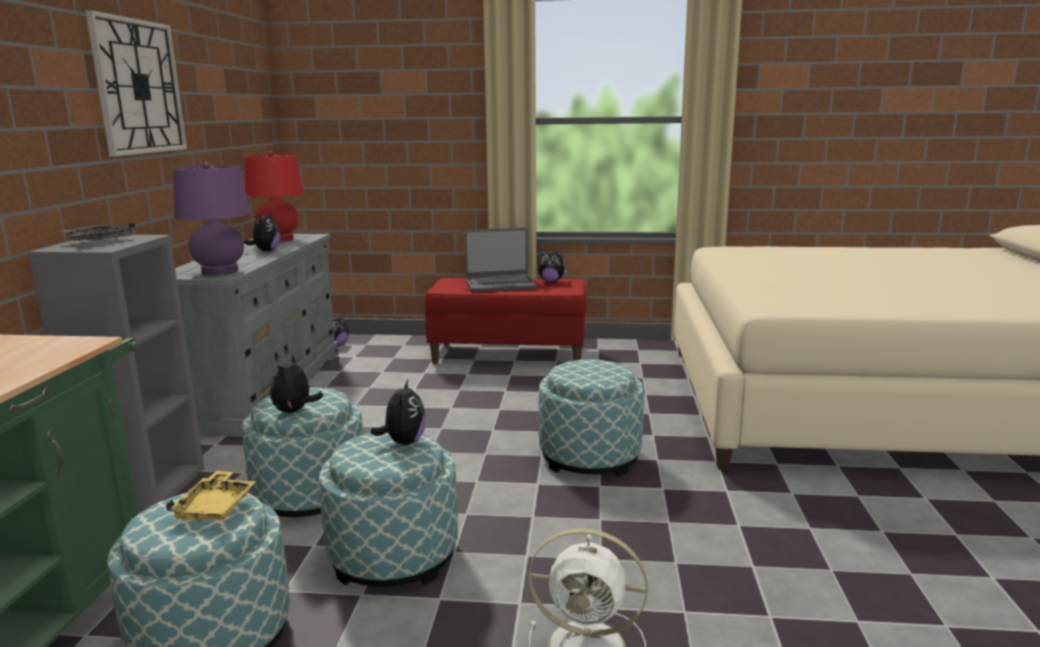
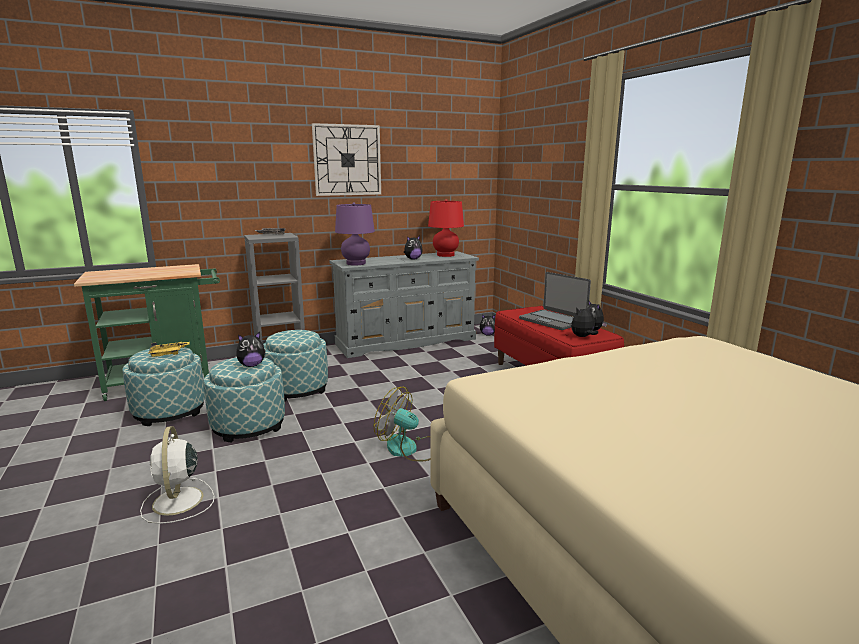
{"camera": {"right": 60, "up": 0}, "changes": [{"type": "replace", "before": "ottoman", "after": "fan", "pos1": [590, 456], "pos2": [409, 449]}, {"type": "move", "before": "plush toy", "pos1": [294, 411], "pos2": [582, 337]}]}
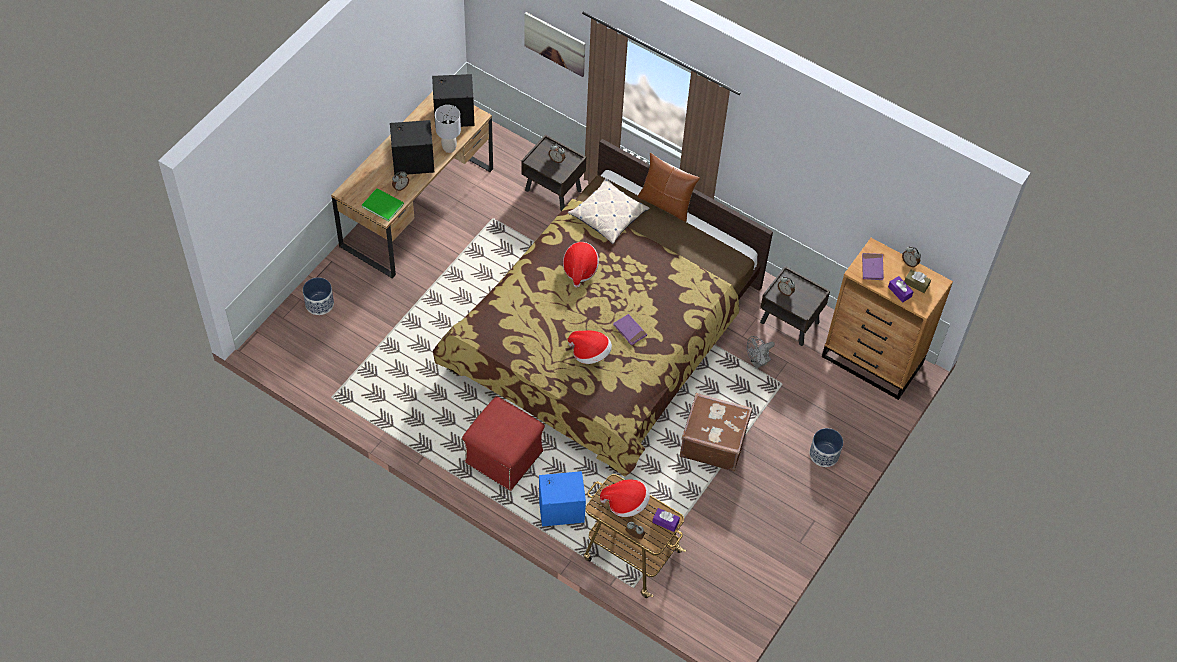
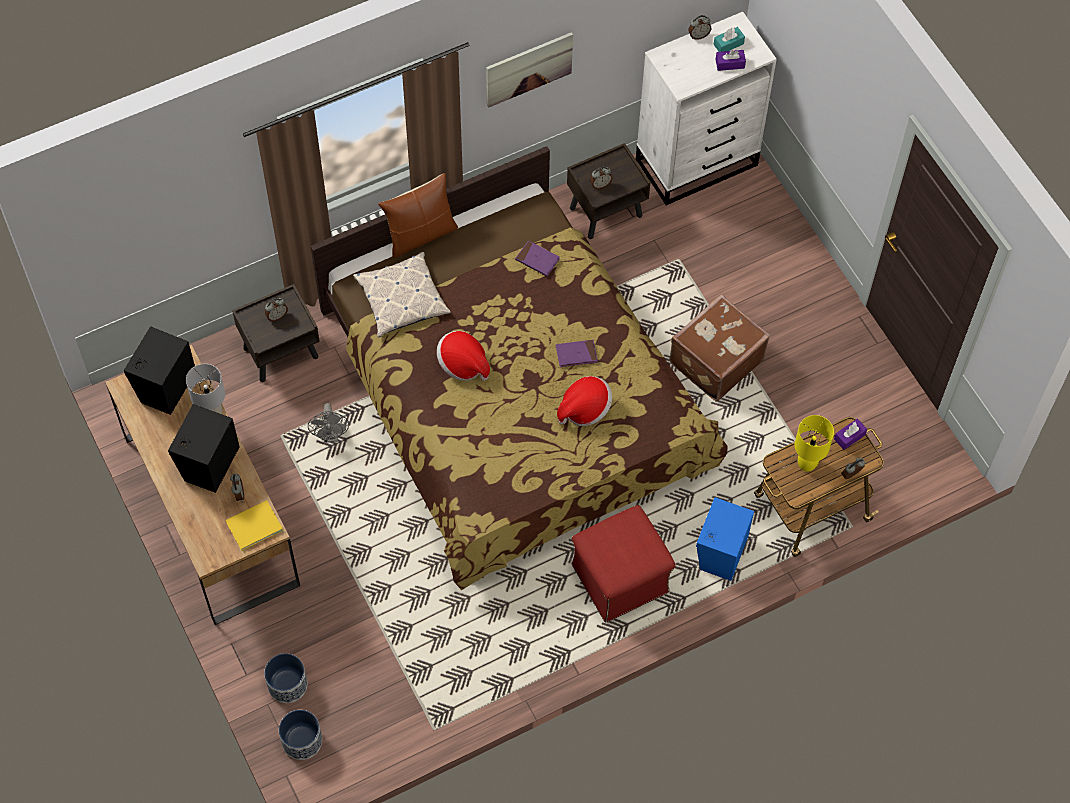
{"camera": {"right": -60, "up": 5}, "changes": [{"type": "recolor", "before": "book (green)", "after": "book (yellow)", "pos1": [382, 204], "pos2": [252, 525]}, {"type": "move", "before": "planter", "pos1": [824, 454], "pos2": [302, 741]}, {"type": "move", "before": "fan (grey)", "pos1": [758, 362], "pos2": [331, 436]}, {"type": "move", "before": "picture", "pos1": [555, 43], "pos2": [528, 69]}, {"type": "move", "before": "book (purple)", "pos1": [872, 267], "pos2": [537, 260]}, {"type": "recolor", "before": "dresser (brown)", "after": "dresser (white)", "pos1": [873, 361], "pos2": [698, 162]}, {"type": "recolor", "before": "tissue box (brown)", "after": "tissue box (turquoise)", "pos1": [916, 284], "pos2": [728, 44]}, {"type": "replace", "before": "hat", "after": "table lamp (yellow)", "pos1": [626, 503], "pos2": [806, 464]}]}
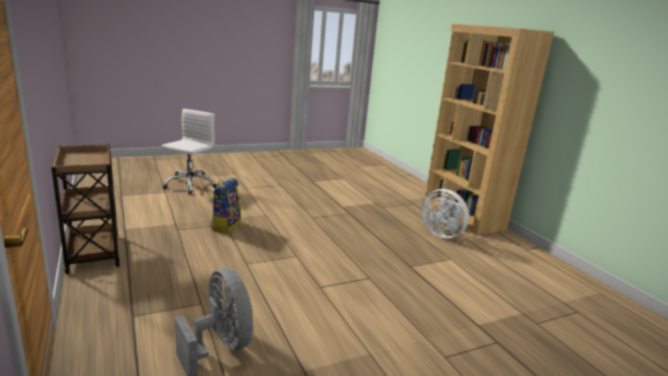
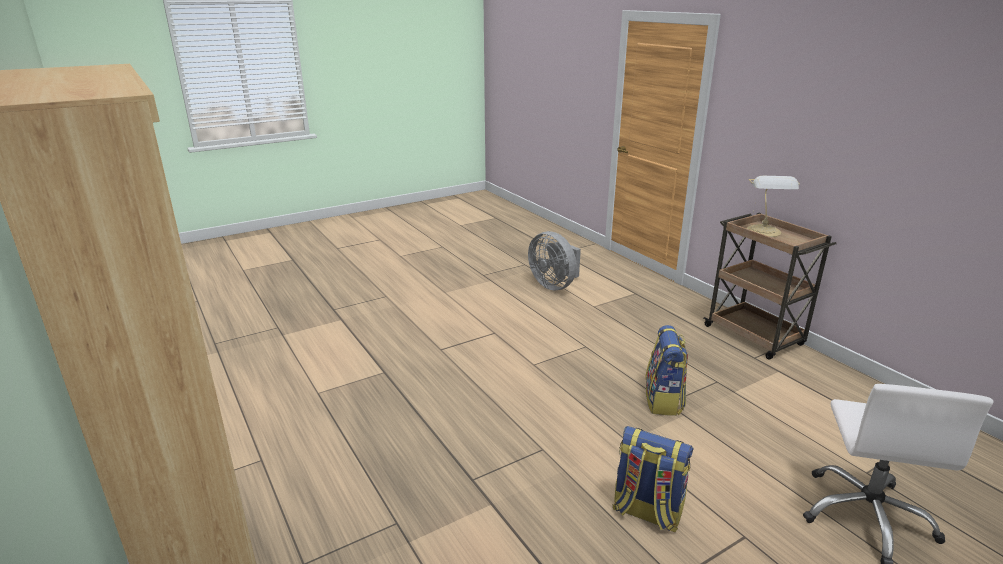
{"camera": {"right": 175, "up": 5}, "changes": [{"type": "insert", "after": "backpack", "pos2": [646, 512]}, {"type": "insert", "after": "table lamp", "pos2": [764, 232]}, {"type": "delete", "before": "fan (white)", "pos1": [442, 234]}]}
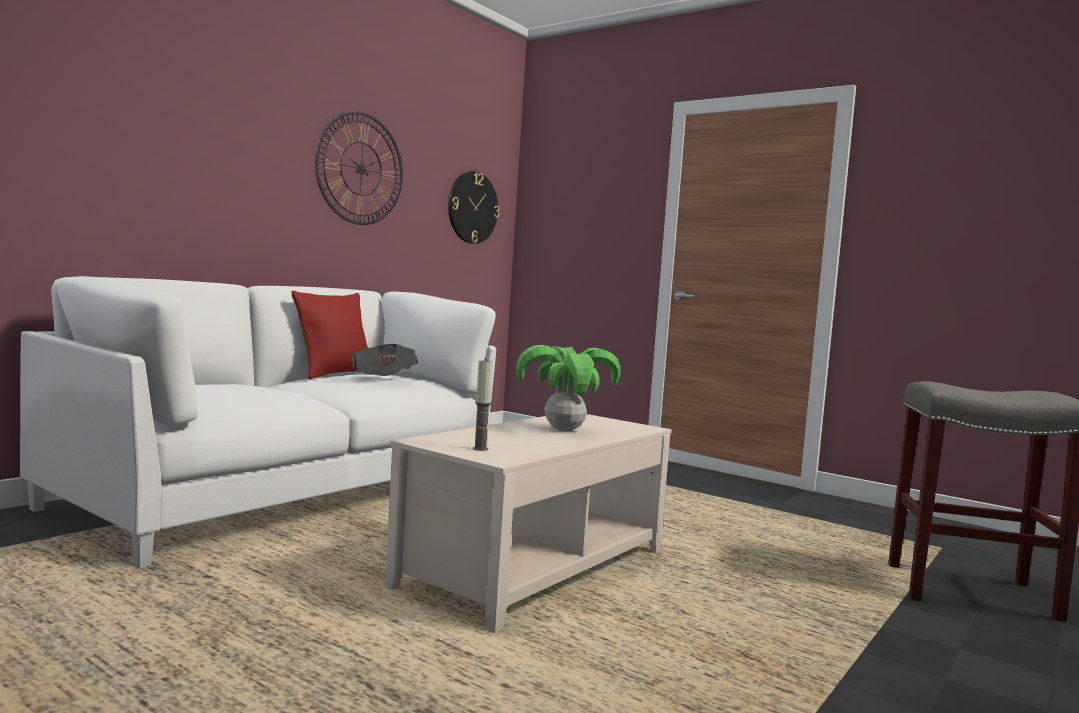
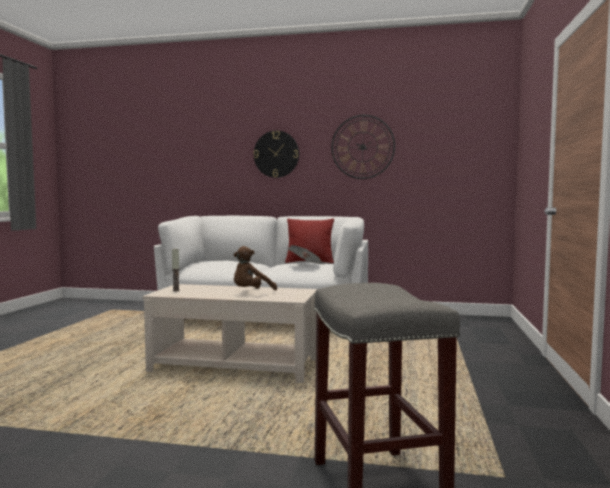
{"camera": {"right": 65, "up": 0}, "changes": [{"type": "replace", "before": "potted plant", "after": "plush toy (brown)", "pos1": [564, 429], "pos2": [251, 292]}, {"type": "move", "before": "wall clock", "pos1": [472, 207], "pos2": [276, 154]}]}
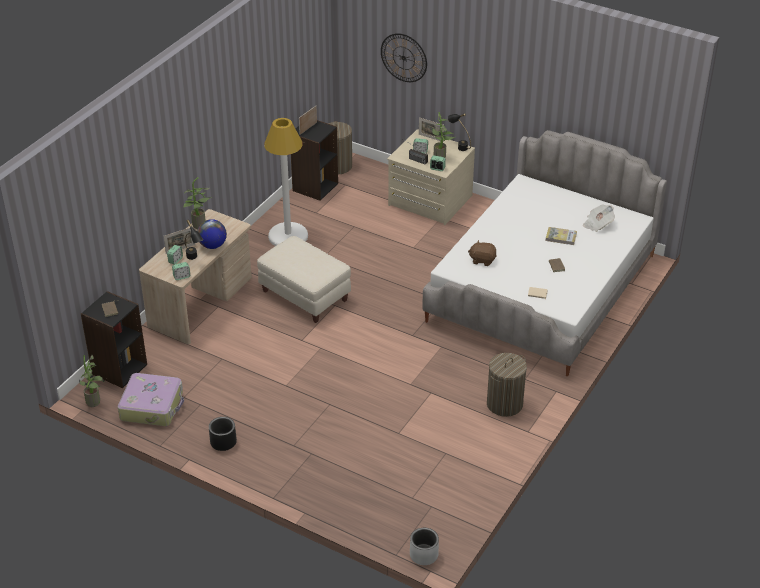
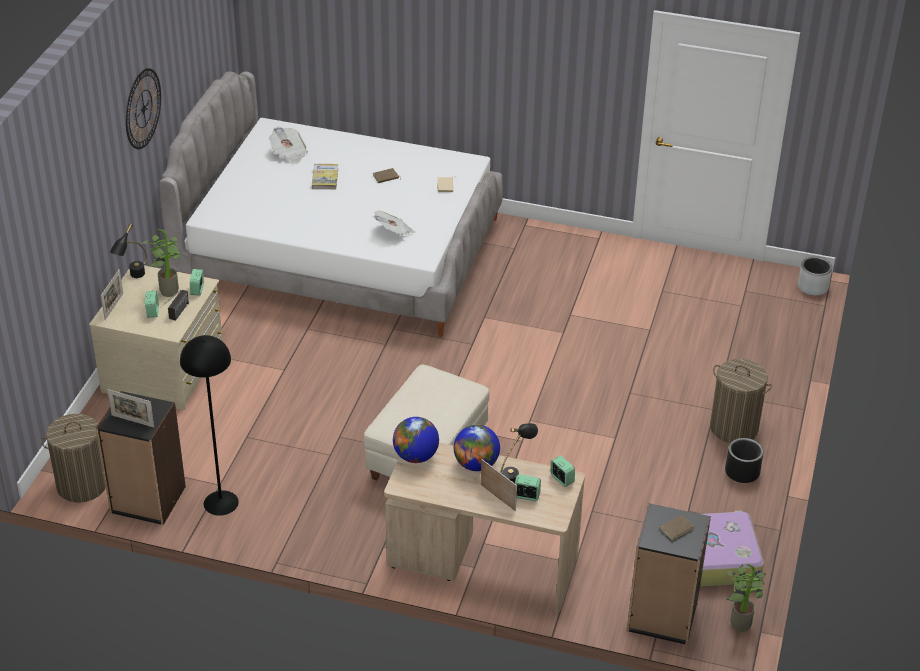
{"camera": {"right": -105, "up": 0}, "changes": [{"type": "move", "before": "wall clock", "pos1": [403, 58], "pos2": [143, 108]}, {"type": "insert", "after": "floor lamp (black)", "pos2": [220, 503]}, {"type": "replace", "before": "plush toy (brown)", "after": "newspaper", "pos1": [482, 260], "pos2": [394, 232]}, {"type": "insert", "after": "globe", "pos2": [416, 456]}, {"type": "move", "before": "laundry basket", "pos1": [504, 404], "pos2": [734, 428]}, {"type": "delete", "before": "potted plant", "pos1": [198, 226]}, {"type": "delete", "before": "floor lamp (white)", "pos1": [288, 236]}]}
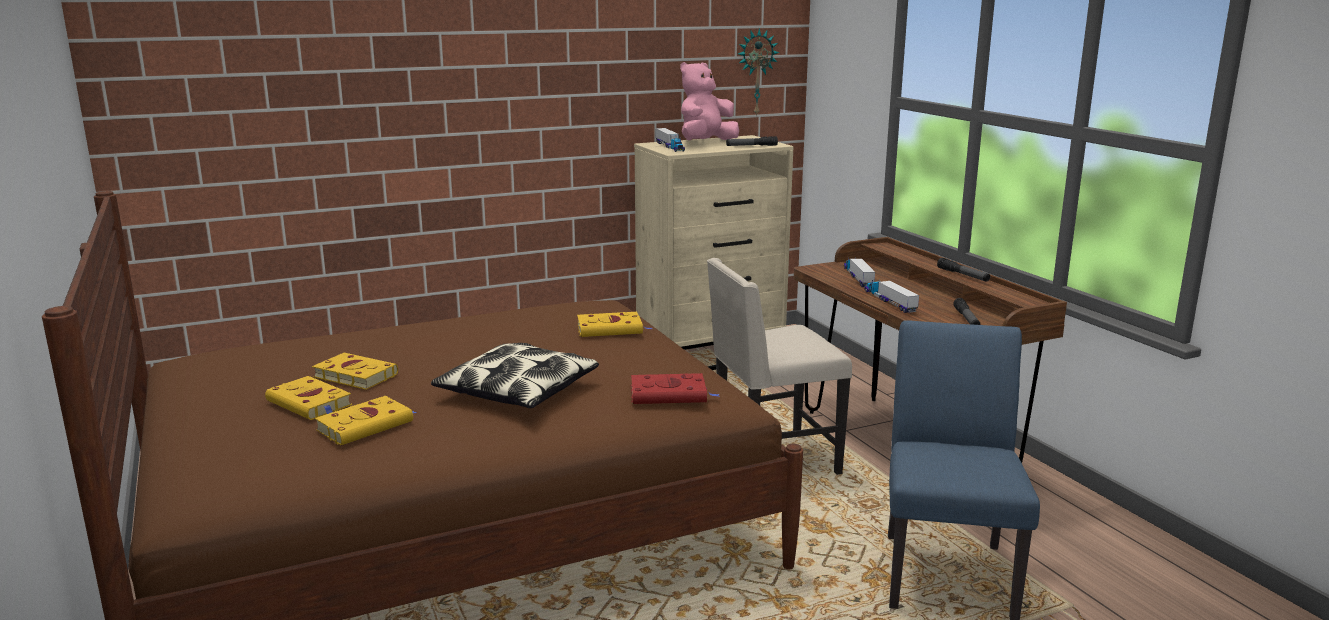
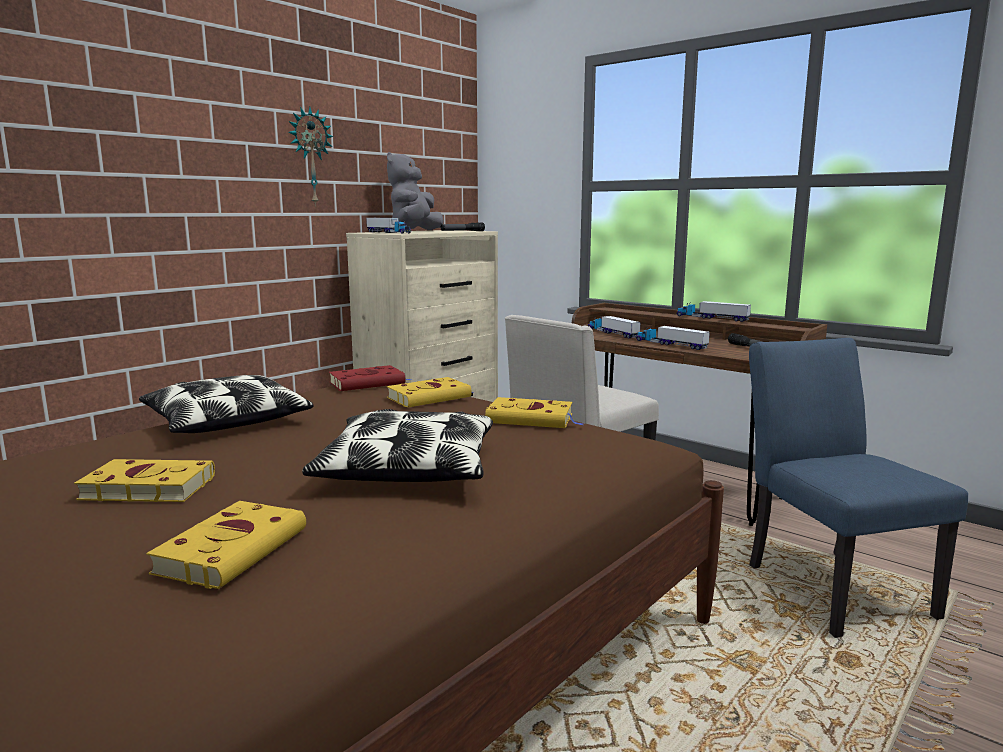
{"camera": {"right": -25, "up": -5}, "changes": [{"type": "insert", "after": "pillow", "pos2": [226, 422]}, {"type": "move", "before": "wall clock", "pos1": [755, 72], "pos2": [310, 156]}, {"type": "move", "before": "book (red)", "pos1": [670, 394], "pos2": [369, 383]}, {"type": "recolor", "before": "plush toy (pink)", "after": "plush toy (grey)", "pos1": [705, 142], "pos2": [415, 231]}, {"type": "move", "before": "book (yellow)", "pos1": [311, 404], "pos2": [532, 419]}, {"type": "replace", "before": "flashlight", "after": "toy truck", "pos1": [963, 275], "pos2": [712, 318]}]}
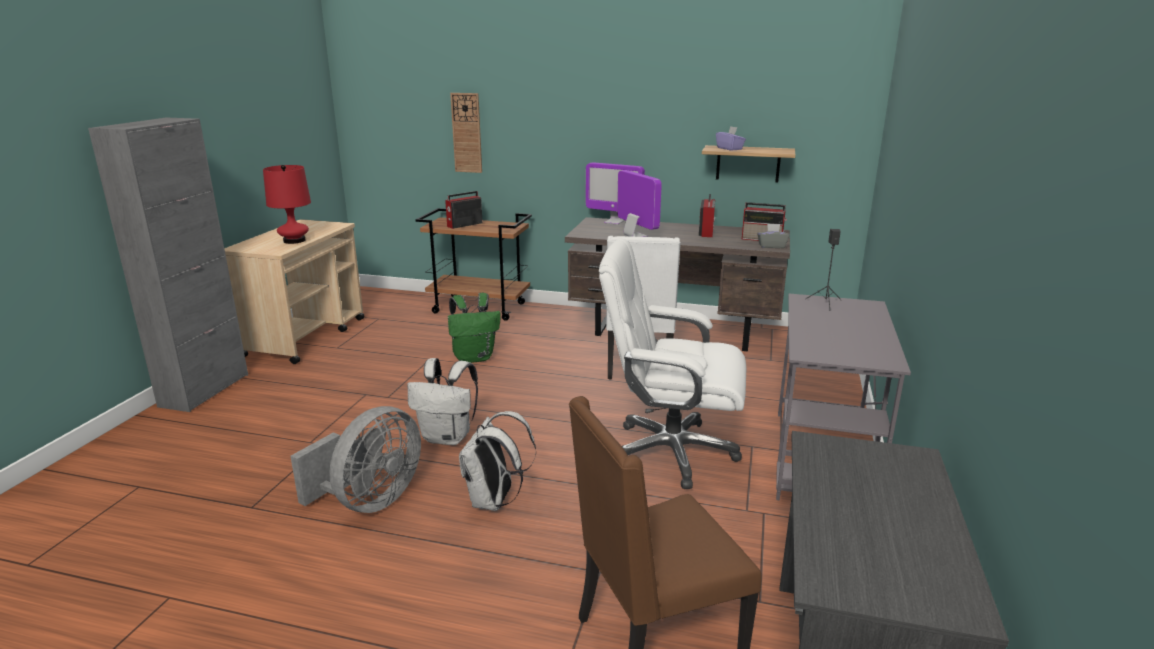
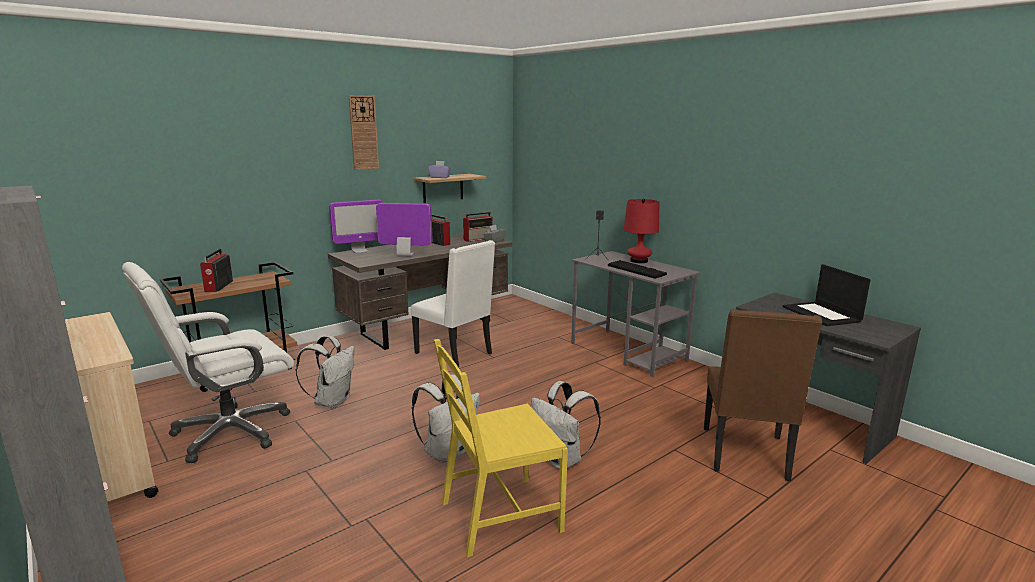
{"camera": {"right": -55, "up": -5}, "changes": [{"type": "move", "before": "office chair (white)", "pos1": [670, 452], "pos2": [230, 432]}, {"type": "recolor", "before": "backpack (green)", "after": "backpack (white)", "pos1": [474, 357], "pos2": [332, 401]}, {"type": "move", "before": "wall clock", "pos1": [467, 133], "pos2": [363, 132]}, {"type": "replace", "before": "fan (grey)", "after": "chair (yellow)", "pos1": [370, 501], "pos2": [499, 516]}, {"type": "insert", "after": "keyboard", "pos2": [637, 270]}, {"type": "move", "before": "table lamp (red)", "pos1": [294, 240], "pos2": [639, 261]}, {"type": "insert", "after": "laptop", "pos2": [822, 314]}]}
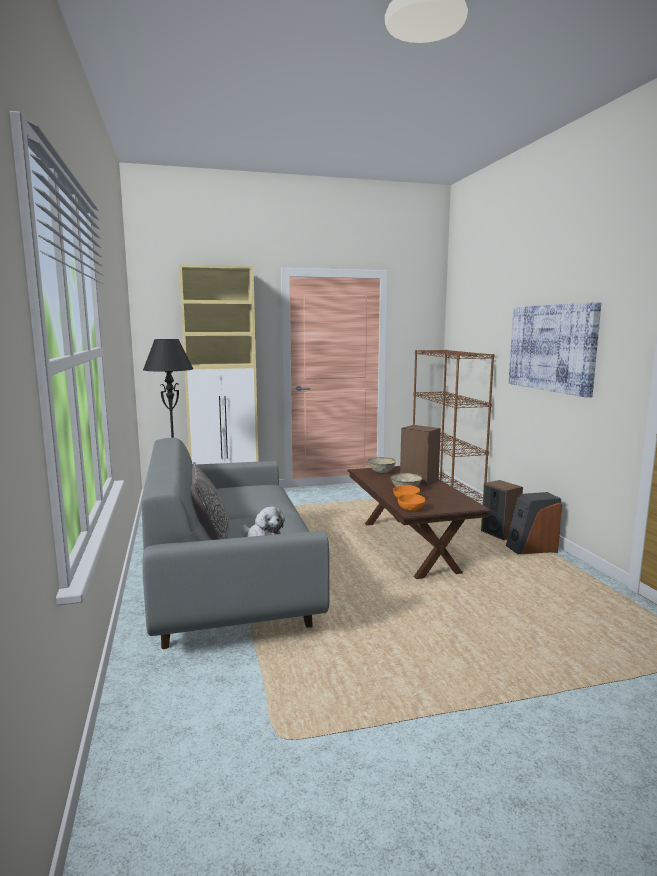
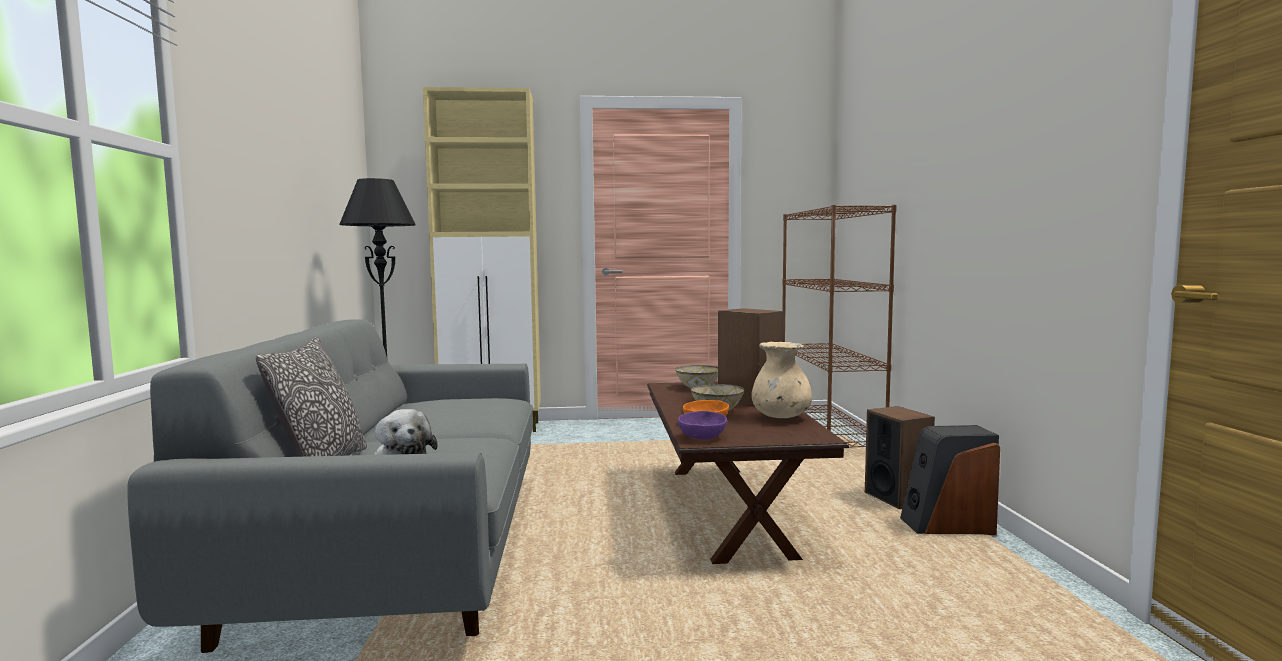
{"camera": {"right": 10, "up": -5}, "changes": [{"type": "recolor", "before": "bowl (orange)", "after": "bowl (purple)", "pos1": [411, 509], "pos2": [703, 438]}, {"type": "insert", "after": "vase (beige)", "pos2": [781, 418]}, {"type": "delete", "before": "picture", "pos1": [553, 347]}]}
